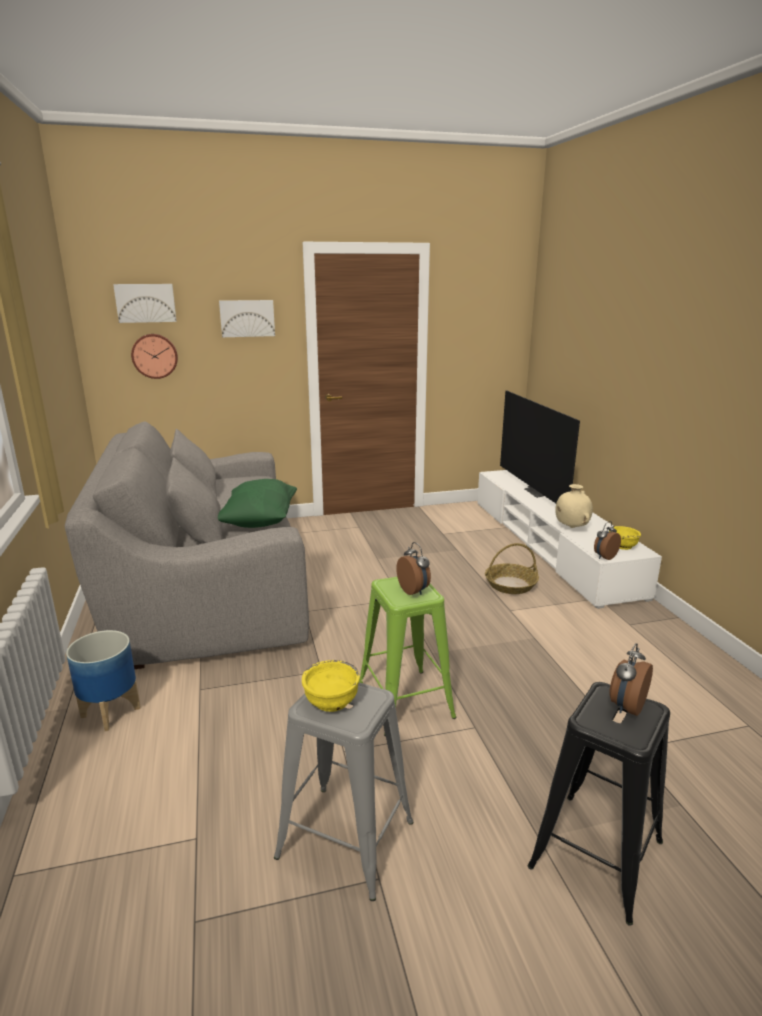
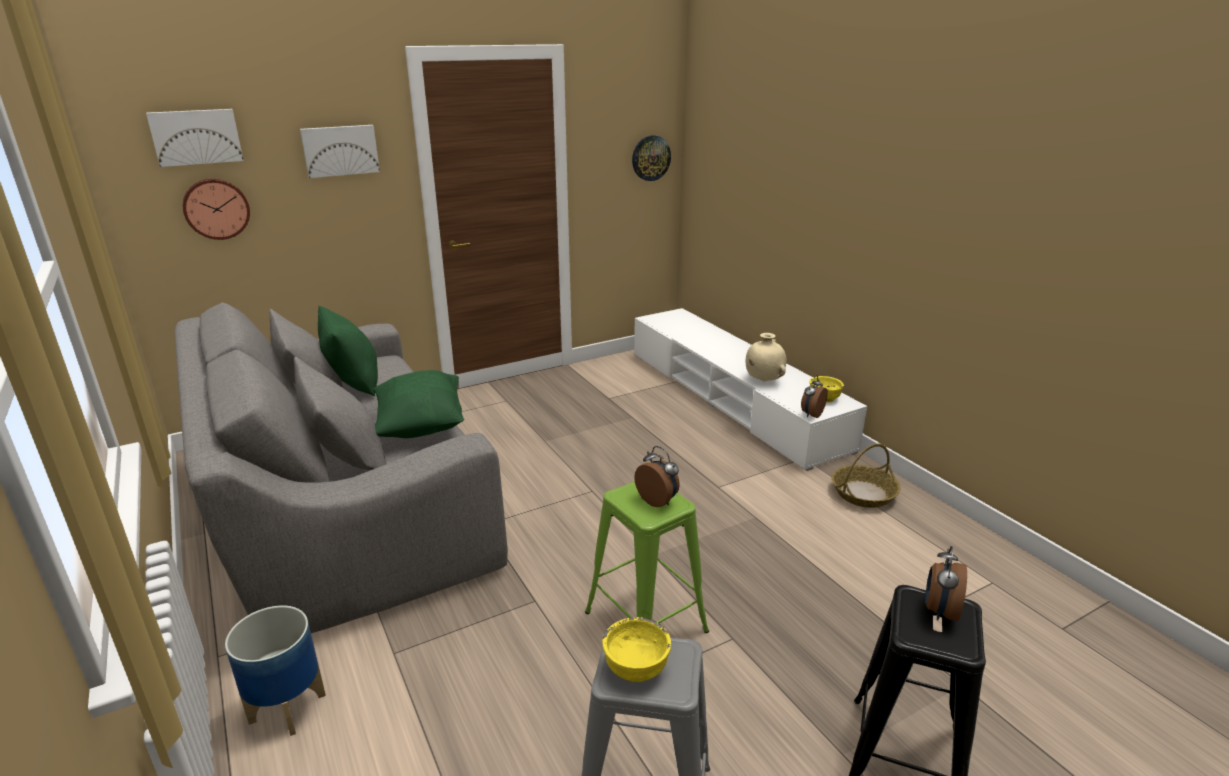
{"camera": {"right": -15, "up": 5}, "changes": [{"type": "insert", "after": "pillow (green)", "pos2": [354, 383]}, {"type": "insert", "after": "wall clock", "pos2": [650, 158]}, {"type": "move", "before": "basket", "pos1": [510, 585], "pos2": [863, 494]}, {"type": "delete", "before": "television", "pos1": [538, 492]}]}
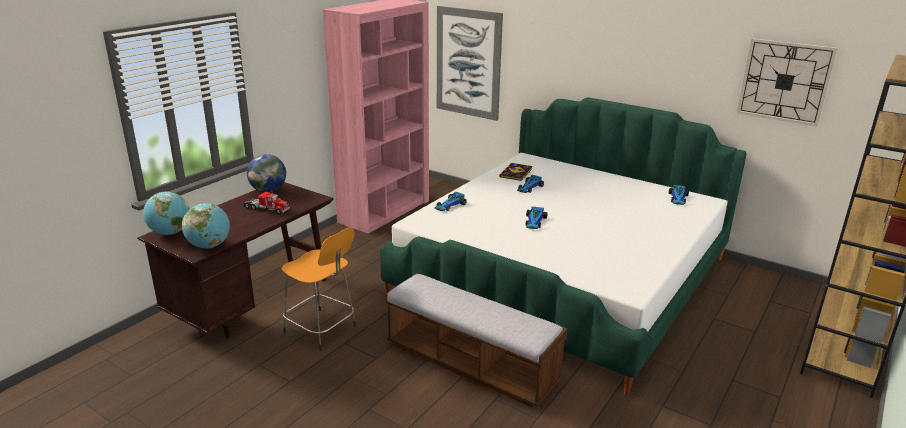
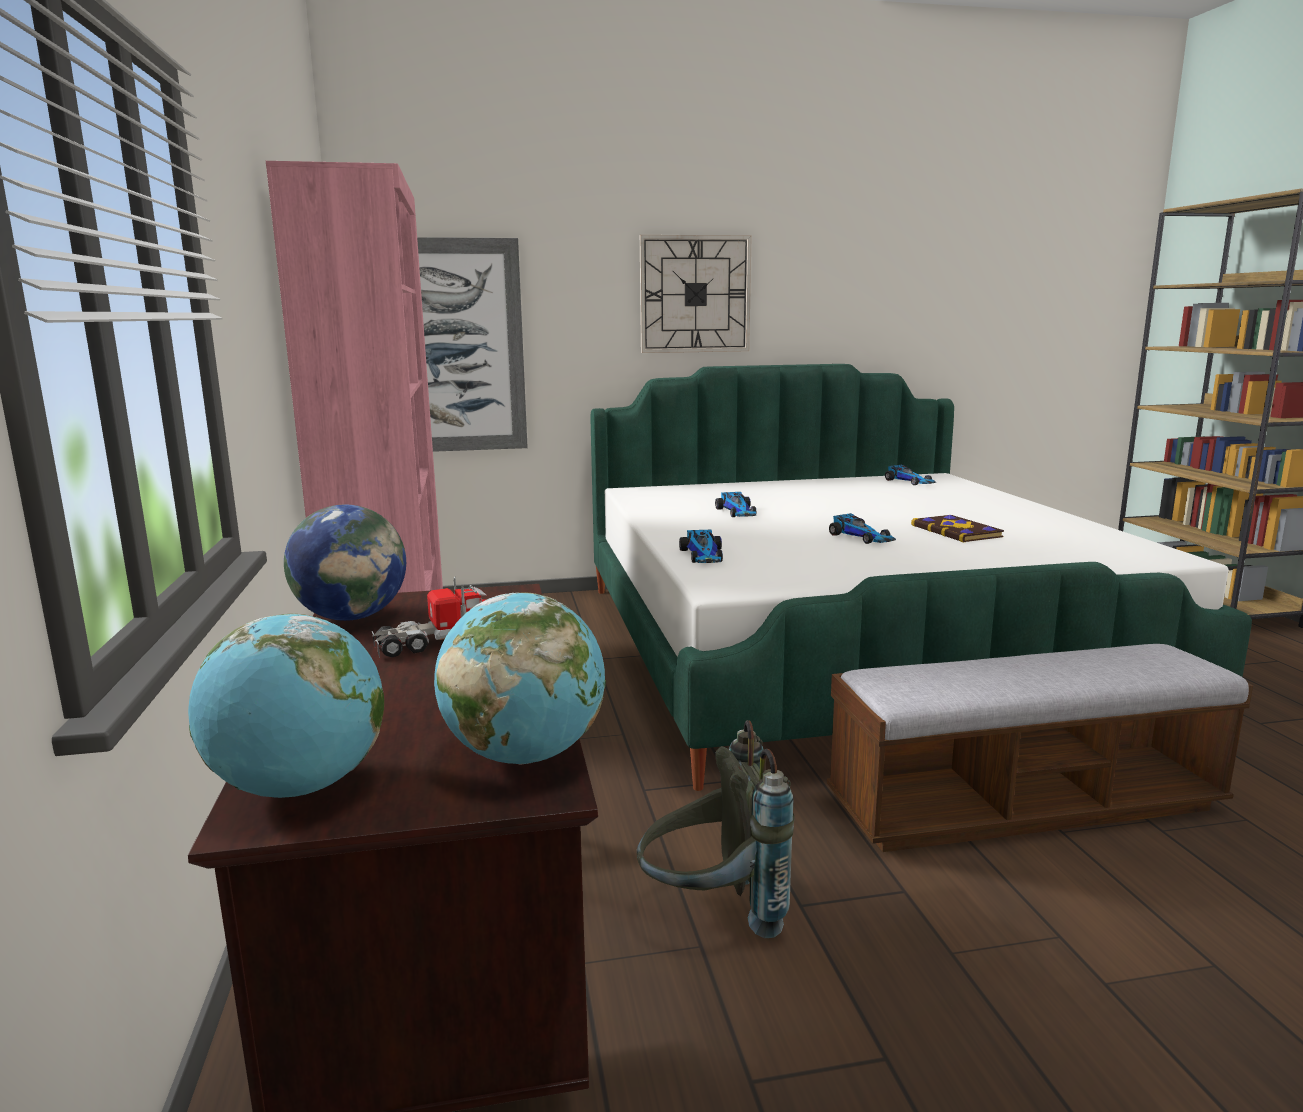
{"camera": {"right": -45, "up": -10}, "changes": [{"type": "replace", "before": "stool (orange)", "after": "backpack (grey)", "pos1": [322, 330], "pos2": [712, 912]}, {"type": "move", "before": "wall clock", "pos1": [784, 81], "pos2": [695, 294]}, {"type": "move", "before": "book", "pos1": [516, 173], "pos2": [957, 531]}]}
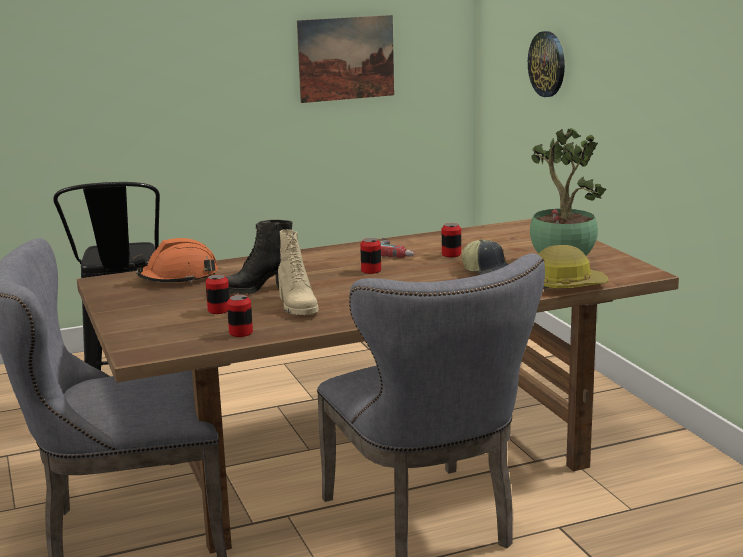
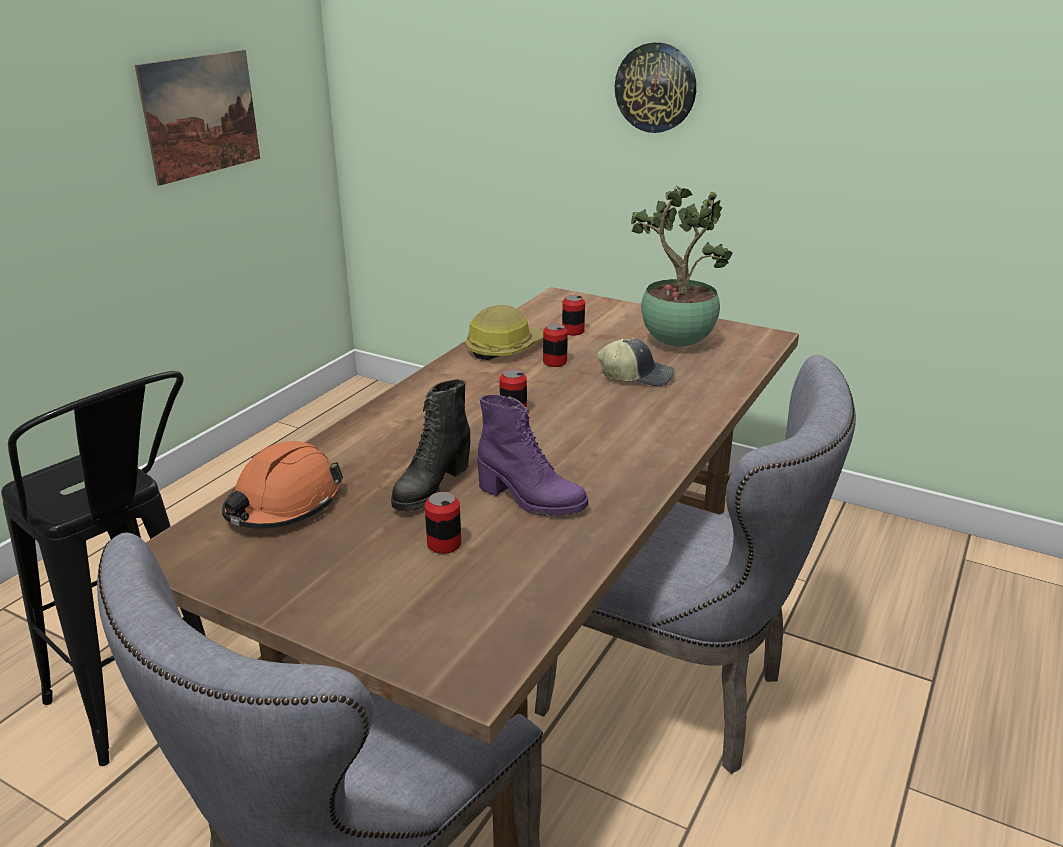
{"camera": {"right": -40, "up": 10}, "changes": [{"type": "move", "before": "hard hat", "pos1": [566, 285], "pos2": [504, 348]}, {"type": "recolor", "before": "boot (beige)", "after": "boot (purple)", "pos1": [296, 307], "pos2": [530, 500]}, {"type": "move", "before": "can", "pos1": [241, 333], "pos2": [573, 331]}, {"type": "move", "before": "wall clock", "pos1": [547, 64], "pos2": [656, 87]}, {"type": "delete", "before": "power drill", "pos1": [397, 251]}]}
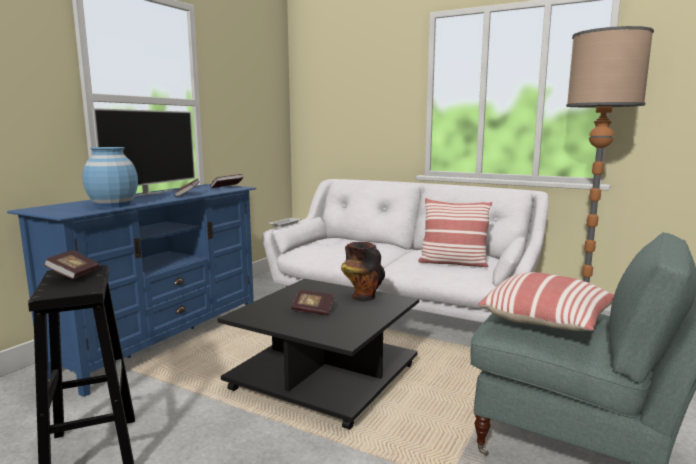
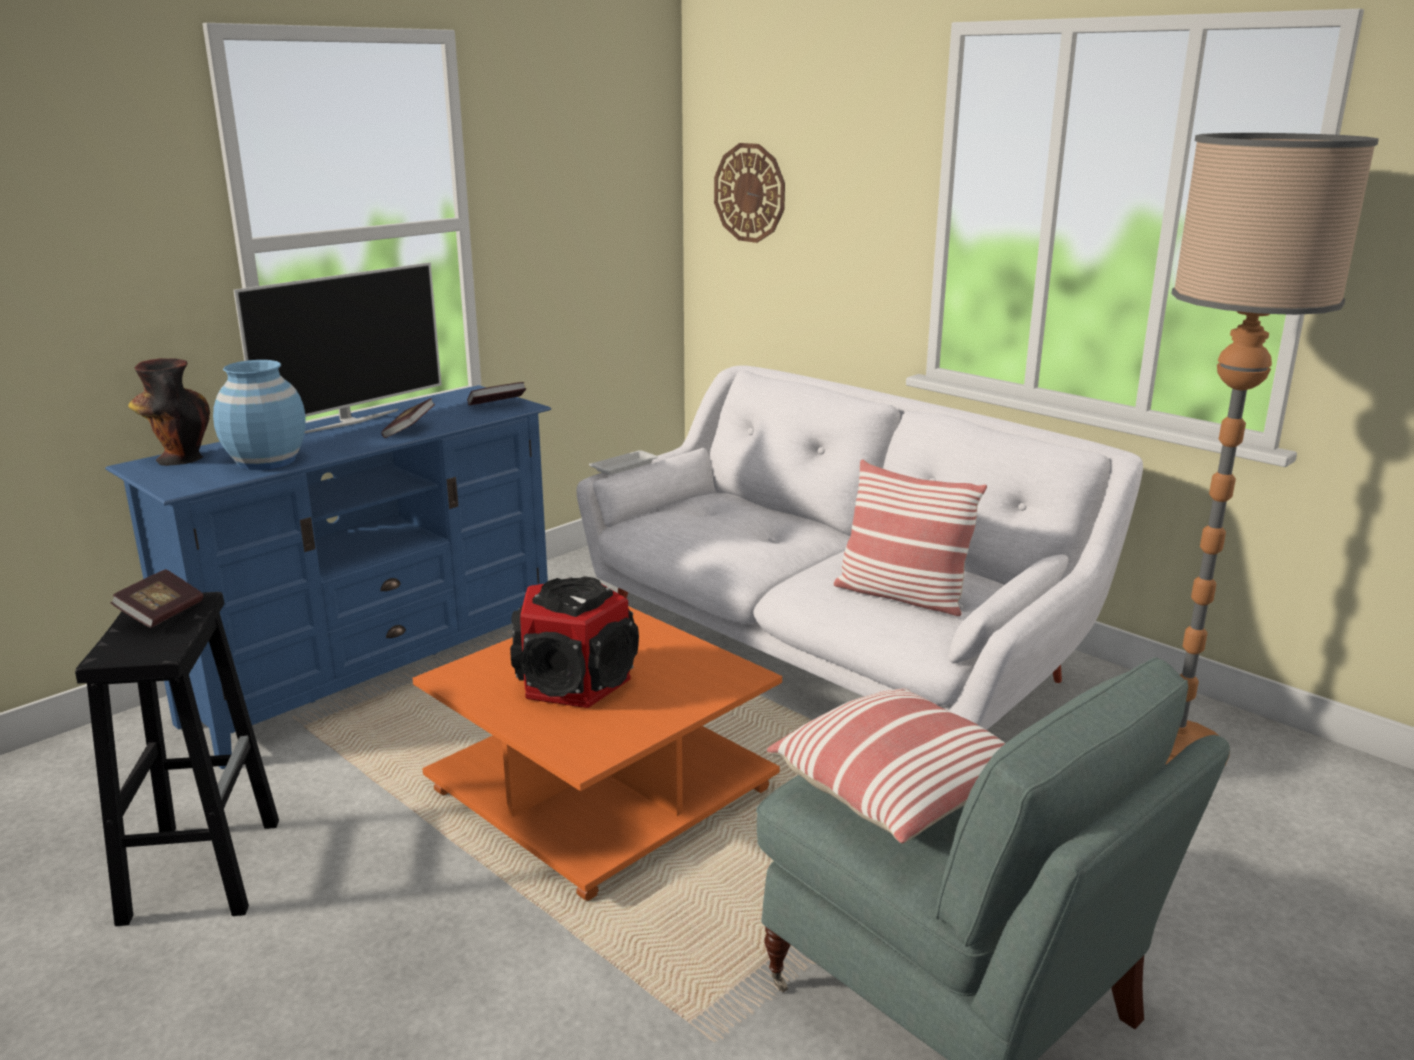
{"camera": {"right": 15, "up": 10}, "changes": [{"type": "move", "before": "vase", "pos1": [362, 297], "pos2": [178, 458]}, {"type": "recolor", "before": "coffee table (black)", "after": "coffee table (orange)", "pos1": [326, 377], "pos2": [606, 791]}, {"type": "replace", "before": "book", "after": "speaker", "pos1": [313, 310], "pos2": [574, 681]}, {"type": "insert", "after": "wall clock", "pos2": [750, 193]}]}
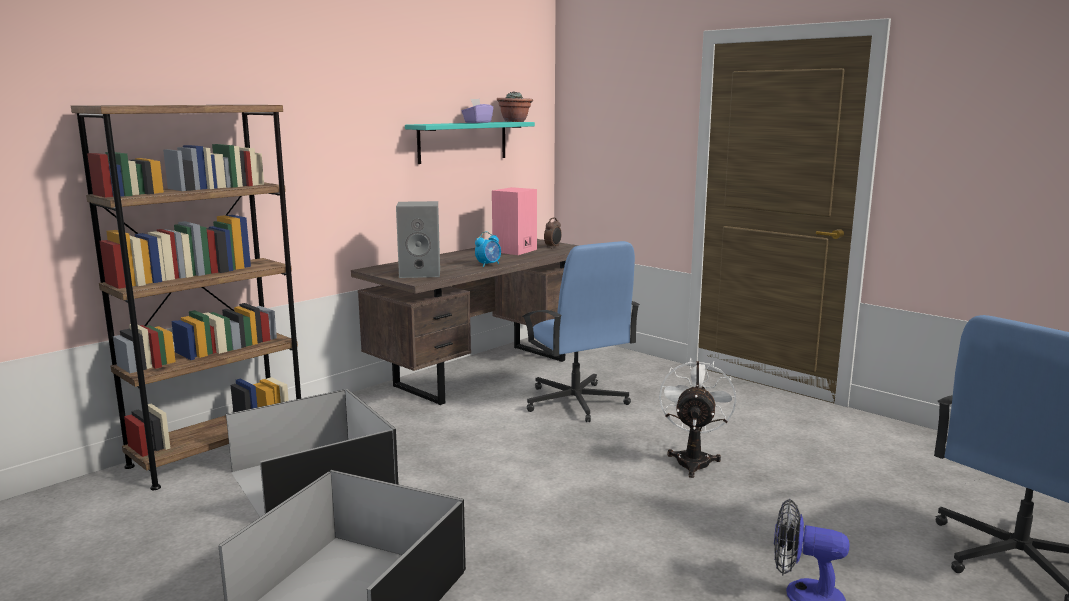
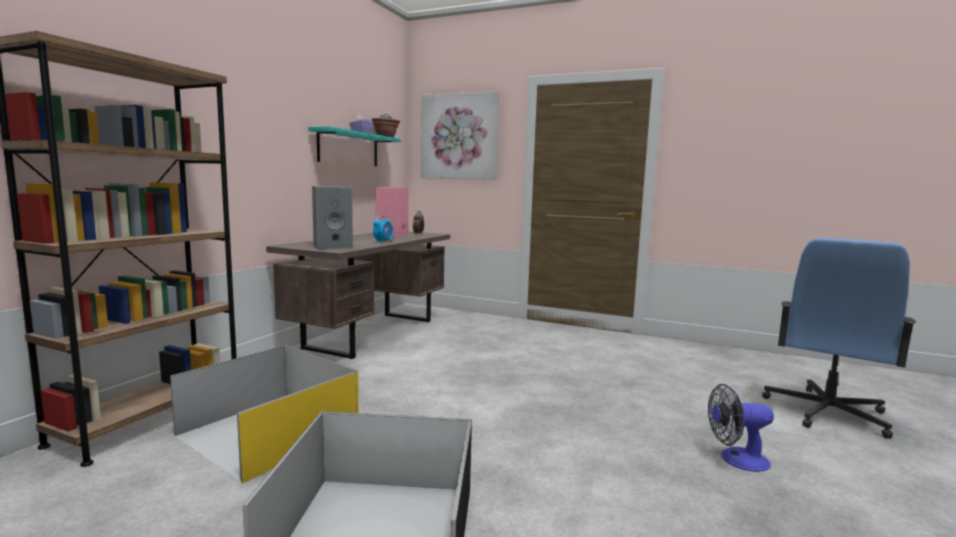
{"camera": {"right": -20, "up": -5}, "changes": [{"type": "recolor", "before": "storage box (black)", "after": "storage box (yellow)", "pos1": [312, 479], "pos2": [267, 431]}, {"type": "insert", "after": "picture", "pos2": [459, 137]}, {"type": "delete", "before": "office chair (blue)", "pos1": [575, 402]}, {"type": "delete", "before": "fan (white)", "pos1": [693, 459]}]}
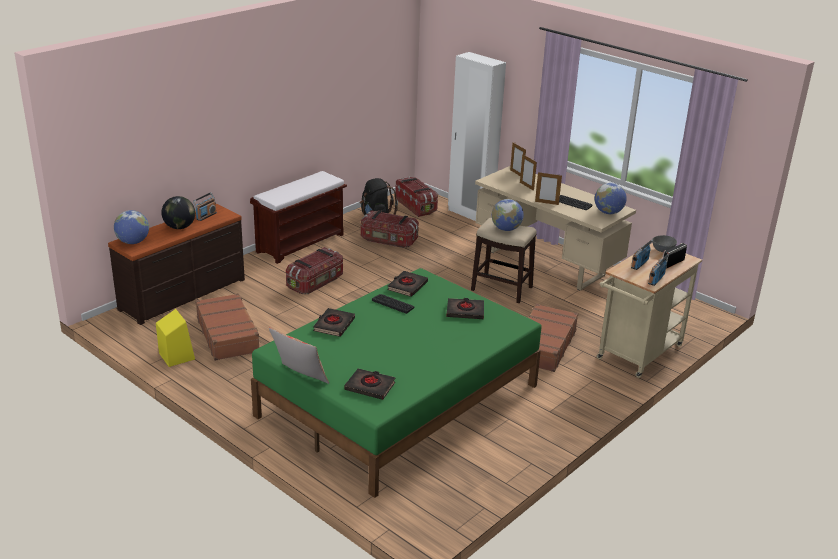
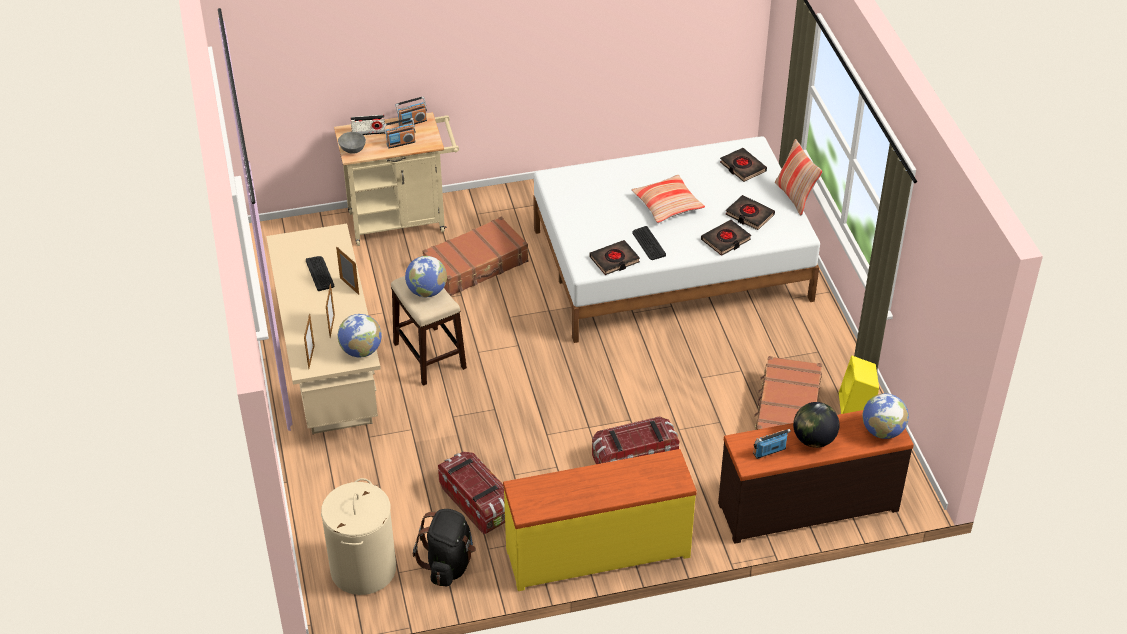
{"camera": {"right": -145, "up": 15}, "changes": [{"type": "replace", "before": "storage box", "after": "laundry basket (beige)", "pos1": [416, 206], "pos2": [363, 569]}, {"type": "move", "before": "globe", "pos1": [608, 212], "pos2": [361, 351]}, {"type": "replace", "before": "bench (brown)", "after": "dresser (yellow)", "pos1": [301, 243], "pos2": [597, 551]}, {"type": "recolor", "before": "bed (green)", "after": "bed (white)", "pos1": [398, 400], "pos2": [671, 264]}, {"type": "insert", "after": "pillow", "pos2": [667, 205]}, {"type": "move", "before": "book (black)", "pos1": [465, 311], "pos2": [749, 215]}, {"type": "delete", "before": "wardrobe (white)", "pos1": [470, 214]}]}
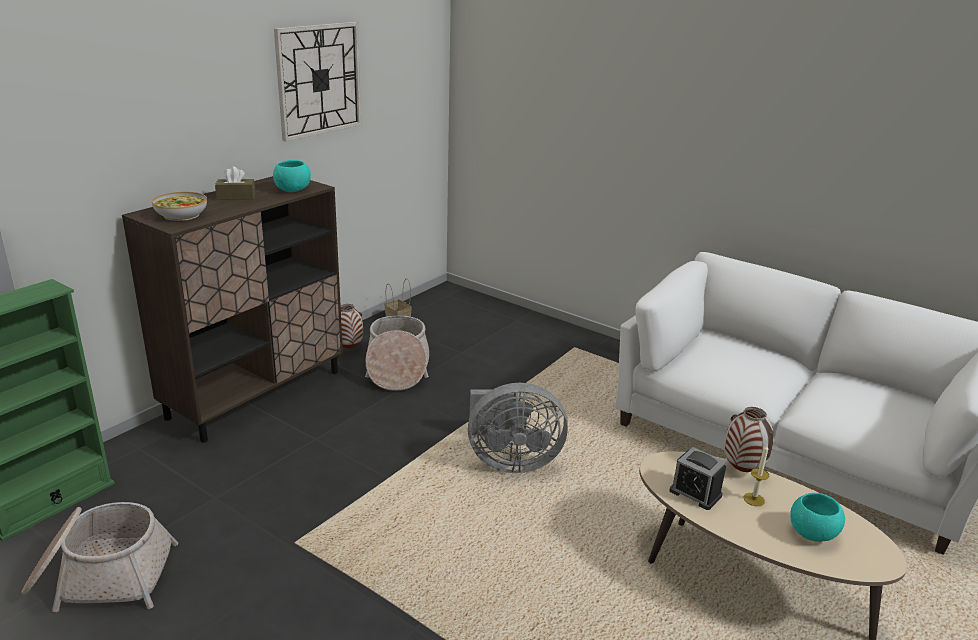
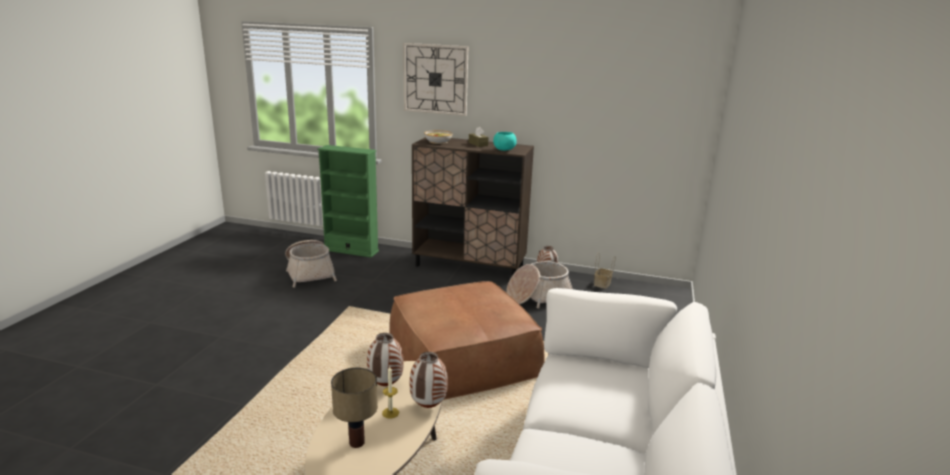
{"camera": {"right": 70, "up": -5}, "changes": [{"type": "replace", "before": "bowl (turquoise)", "after": "table lamp", "pos1": [813, 534], "pos2": [356, 443]}, {"type": "replace", "before": "alarm clock", "after": "vase", "pos1": [695, 493], "pos2": [386, 385]}, {"type": "replace", "before": "fan (grey)", "after": "ottoman (brown)", "pos1": [510, 461], "pos2": [463, 355]}, {"type": "move", "before": "wall clock", "pos1": [319, 80], "pos2": [435, 79]}]}
